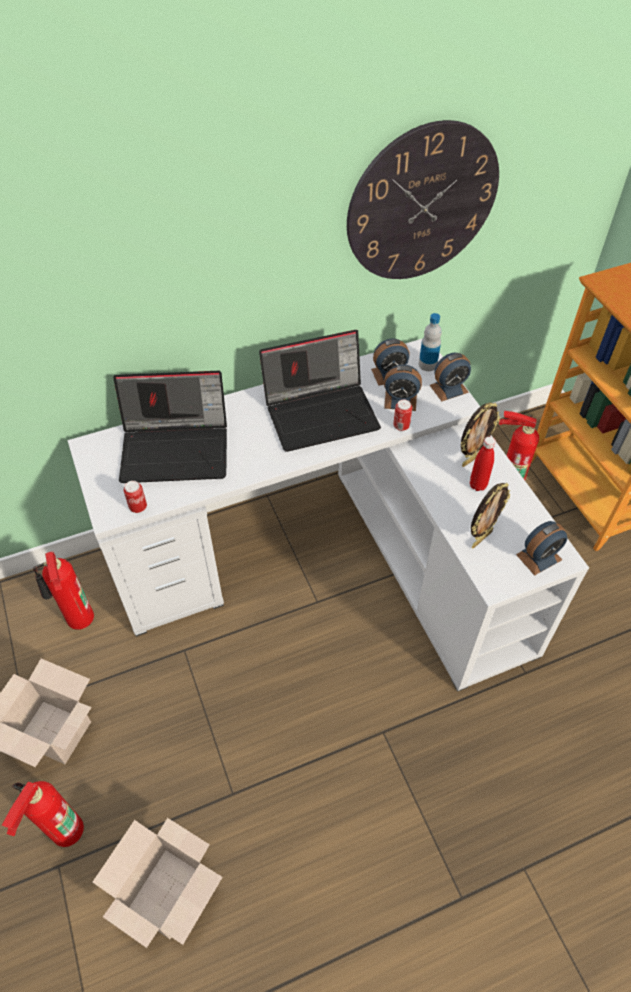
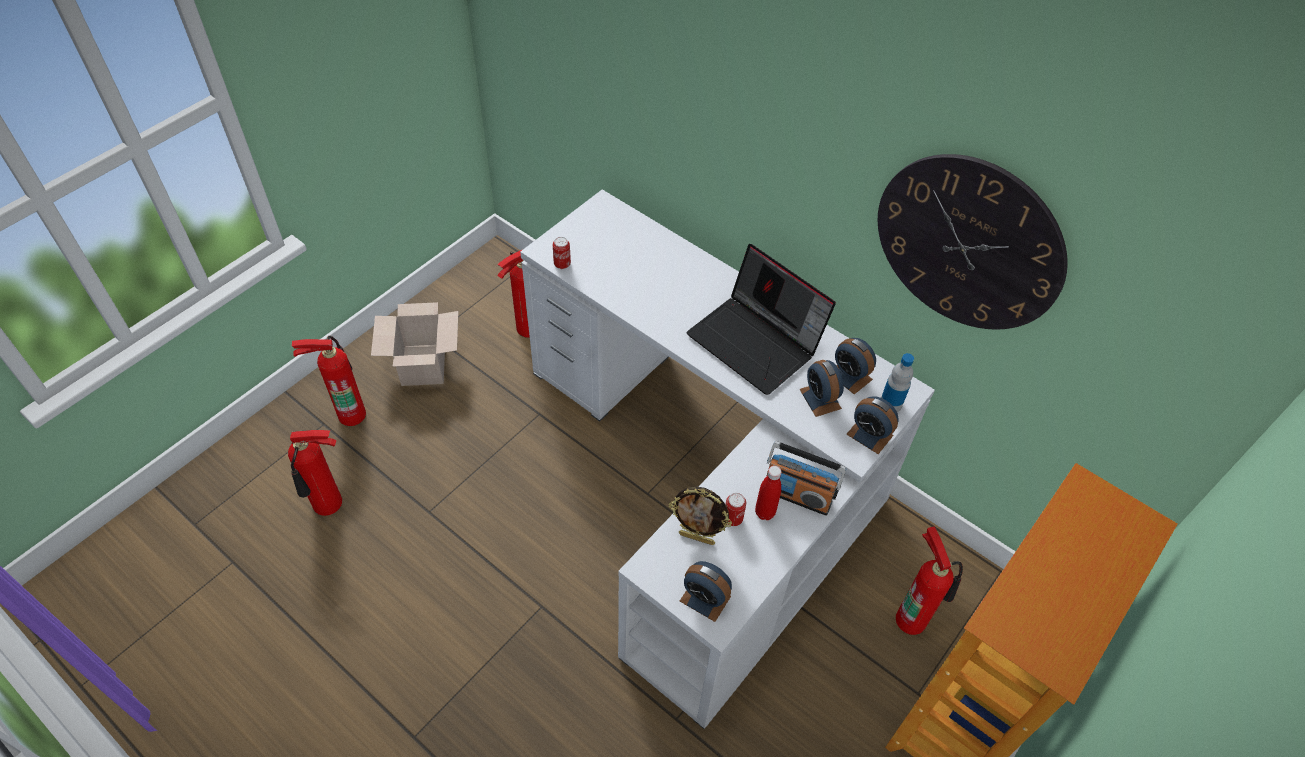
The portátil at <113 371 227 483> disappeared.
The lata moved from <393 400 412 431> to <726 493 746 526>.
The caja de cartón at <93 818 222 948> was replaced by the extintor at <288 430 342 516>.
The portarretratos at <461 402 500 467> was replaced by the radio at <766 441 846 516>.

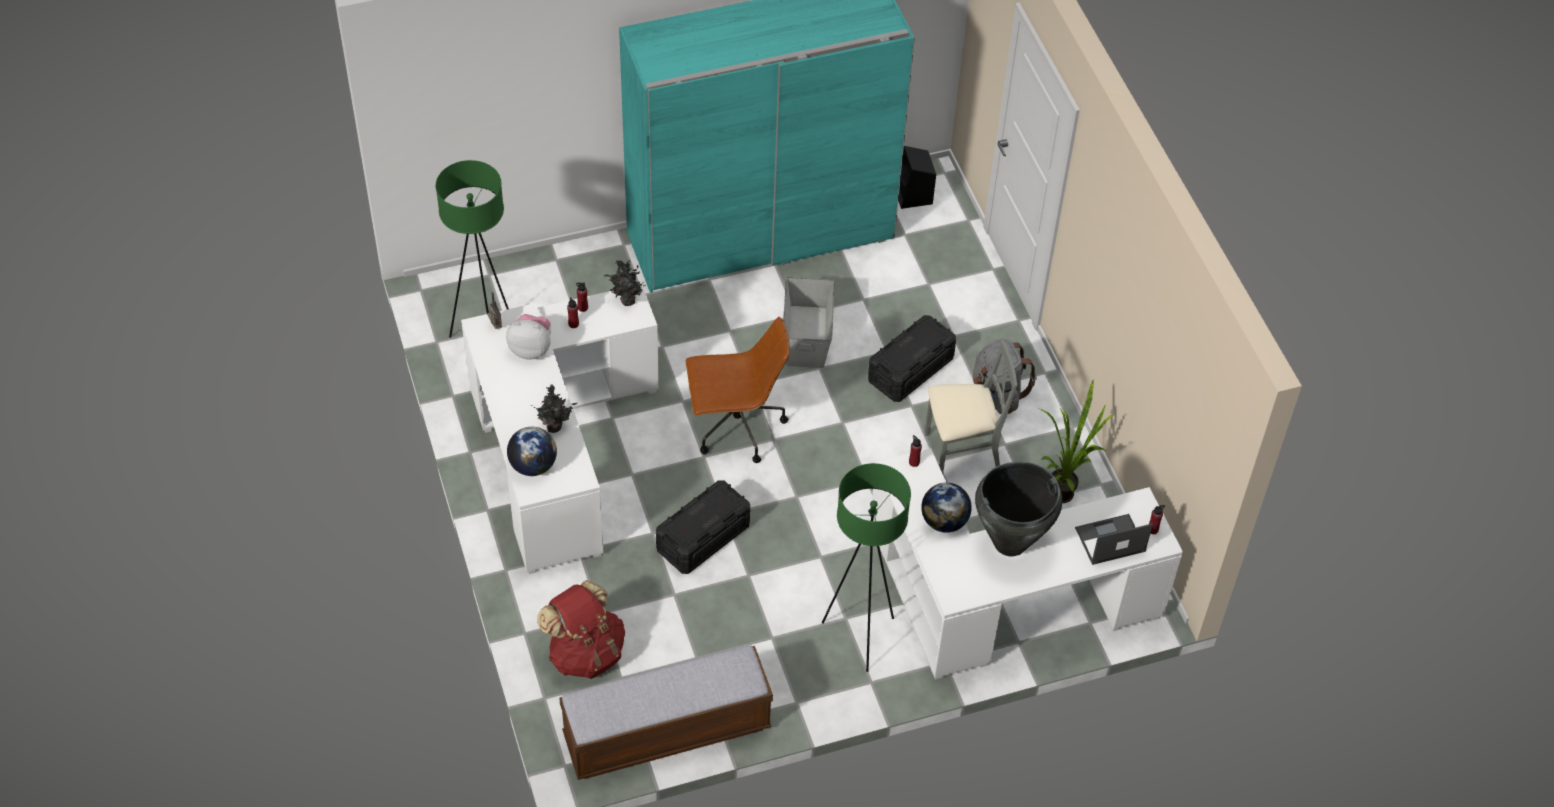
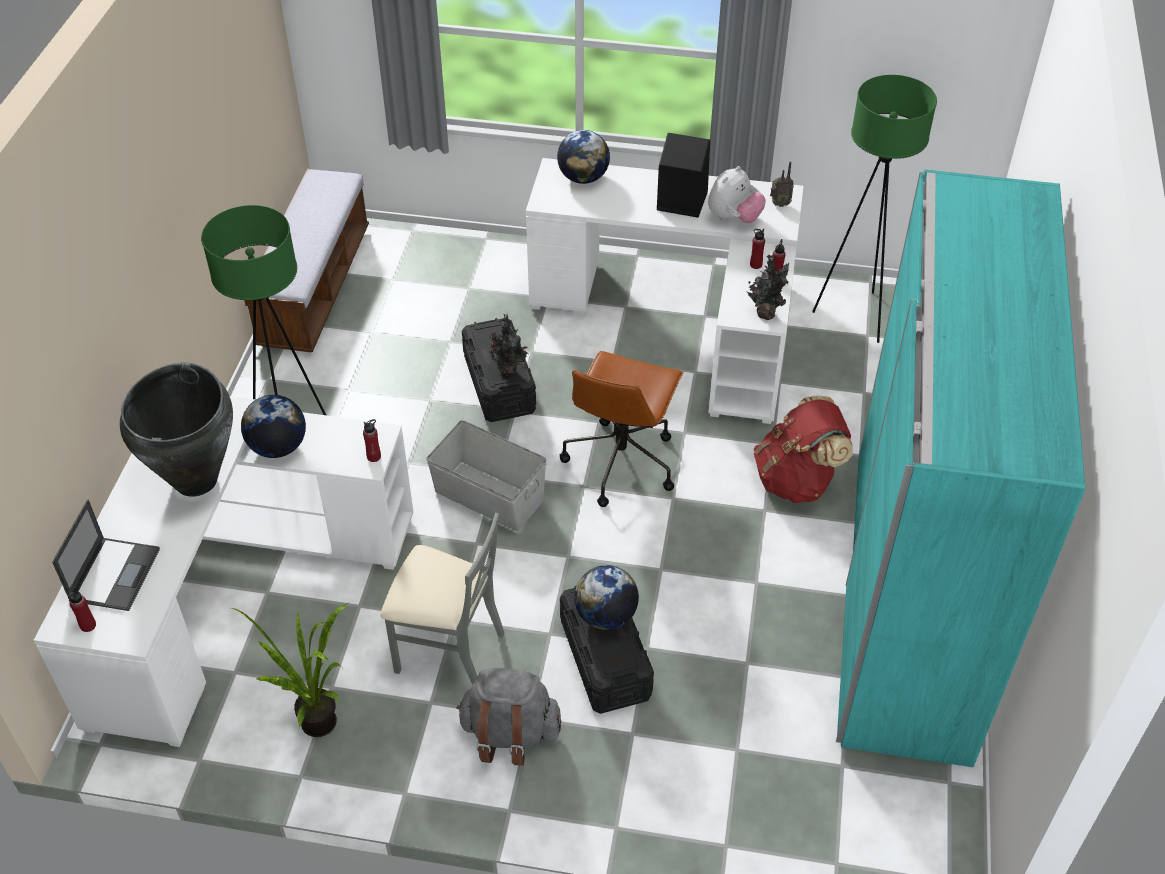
The globo terráqueo at <574 565 639 630> appeared.
The planta en maceta moved from <530 385 578 433> to <489 314 529 376>.
The mochila [rojo] moved from <537 580 625 679> to <754 396 853 503>.
The caja de almacenaje [gris] moved from <783 277 835 368> to <426 420 547 531>.
The altavoz [negro] moved from <898 146 936 209> to <657 133 710 218>.
The silla [gris] at <925 340 1017 474> turned 90 degrees counterclockwise.

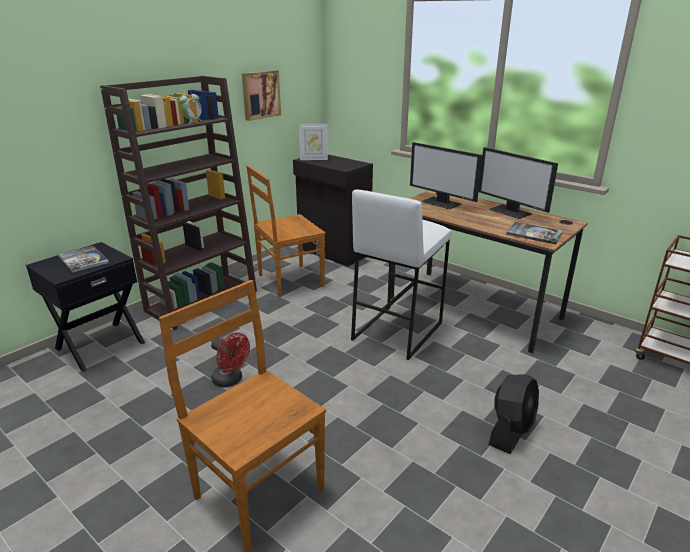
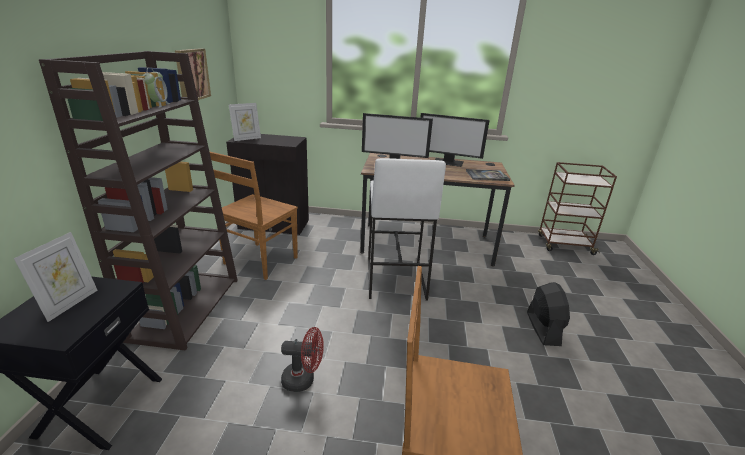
The libro at <57 246 109 273> was replaced by the portarretratos at <14 232 97 322>.

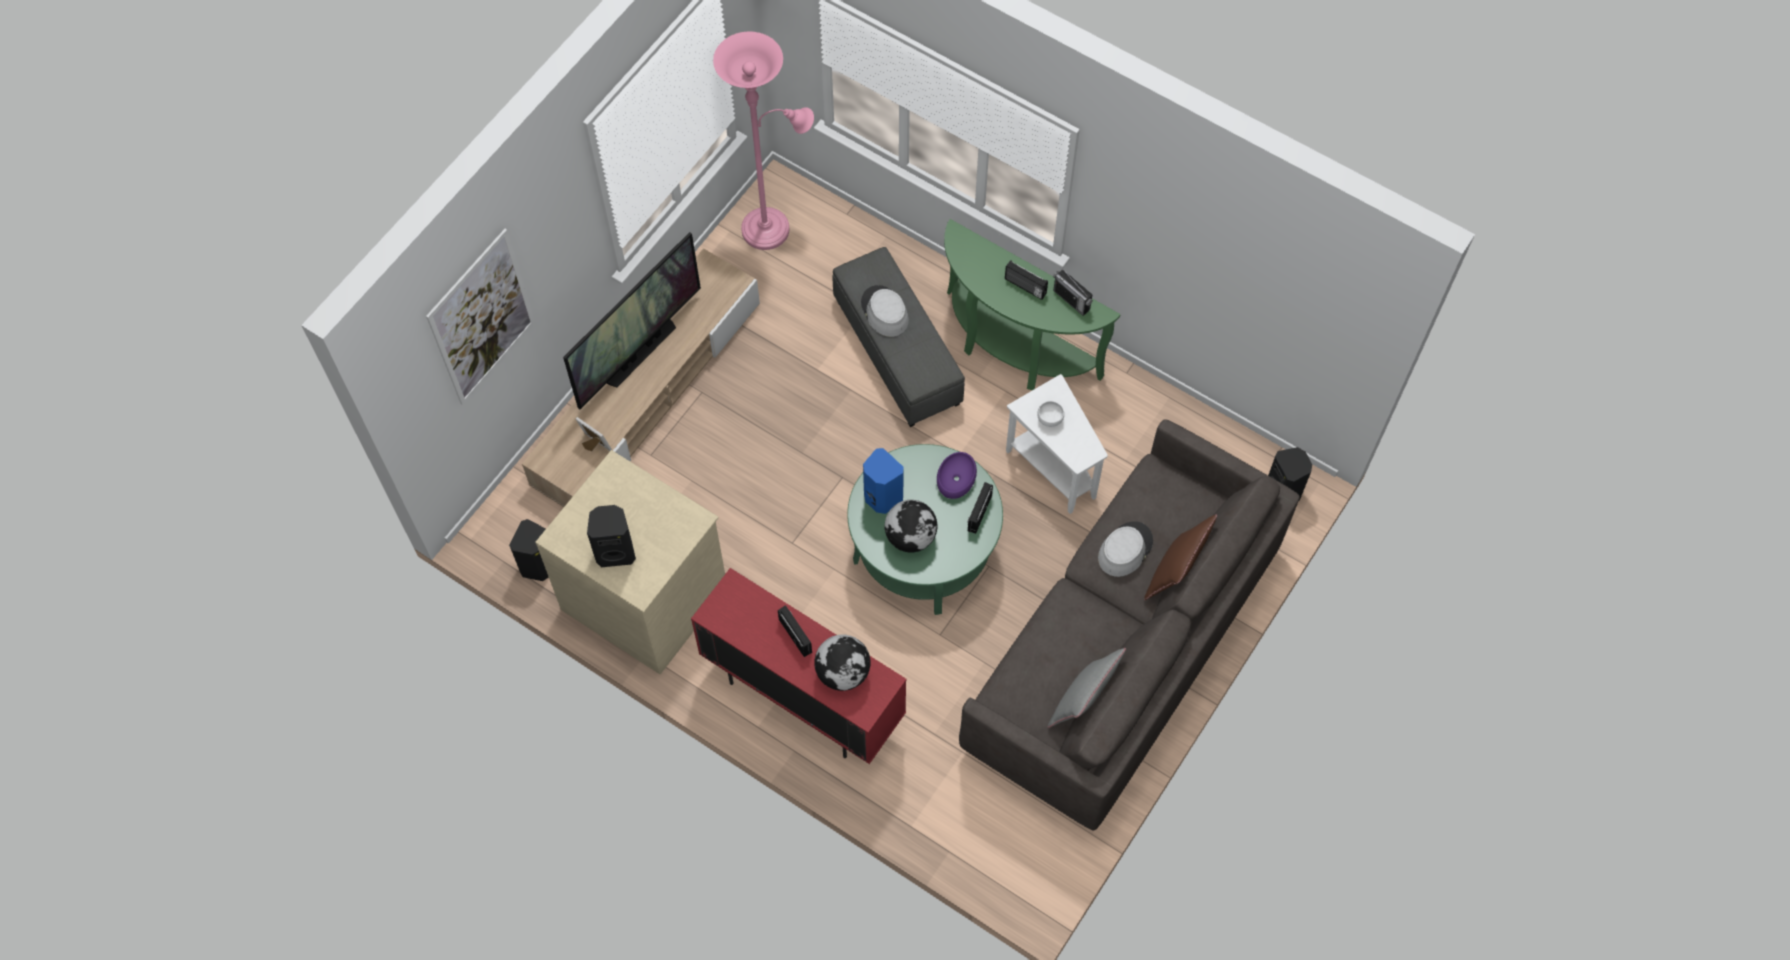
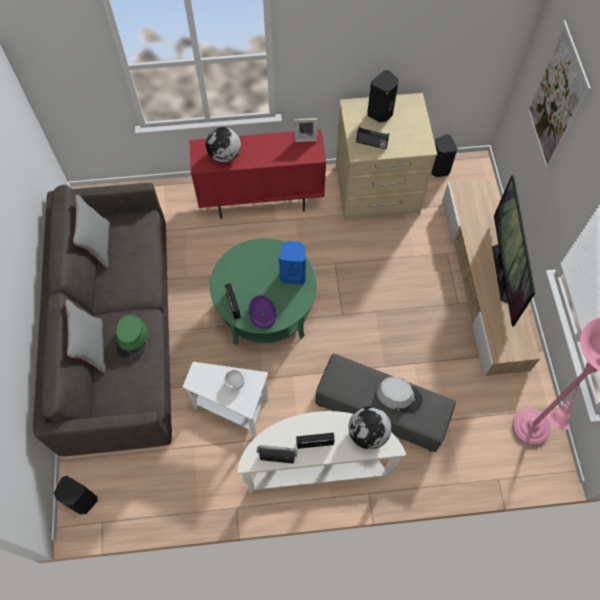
The portarretratos moved from <576 417 612 451> to <294 118 318 142>.
The radio moved from <778 605 812 657> to <356 127 389 149>.
The globo terráqueo moved from <884 500 938 552> to <349 406 391 450>.
The mesa consola [verde] at <944 219 1121 390> became the mesa consola [blanco] at <238 411 406 494>.
The sombrero [gris] at <1098 521 1153 577> became the sombrero [verde] at <116 314 148 360>.
The cojín [marrón] at <1144 514 1217 601> became the cojín [gris] at <65 299 106 373>.

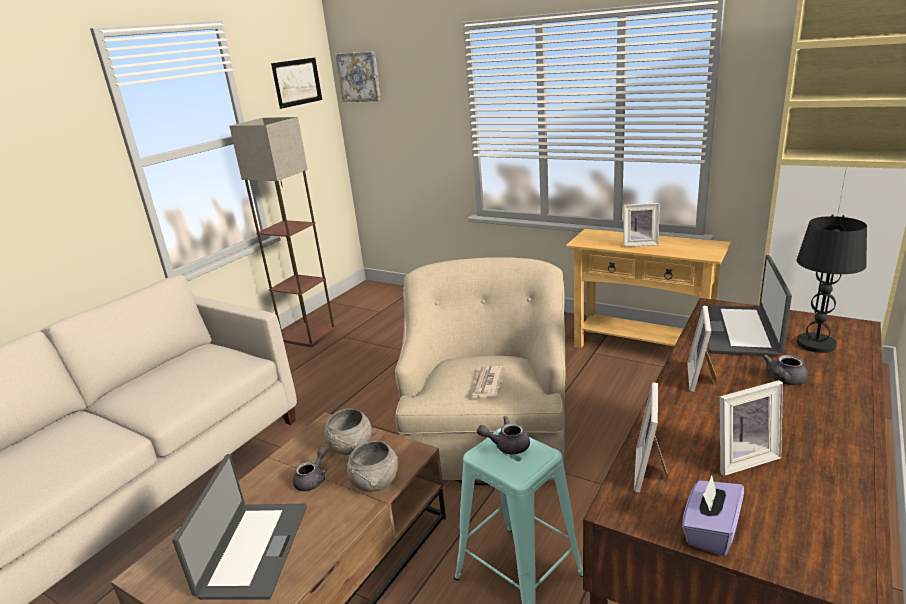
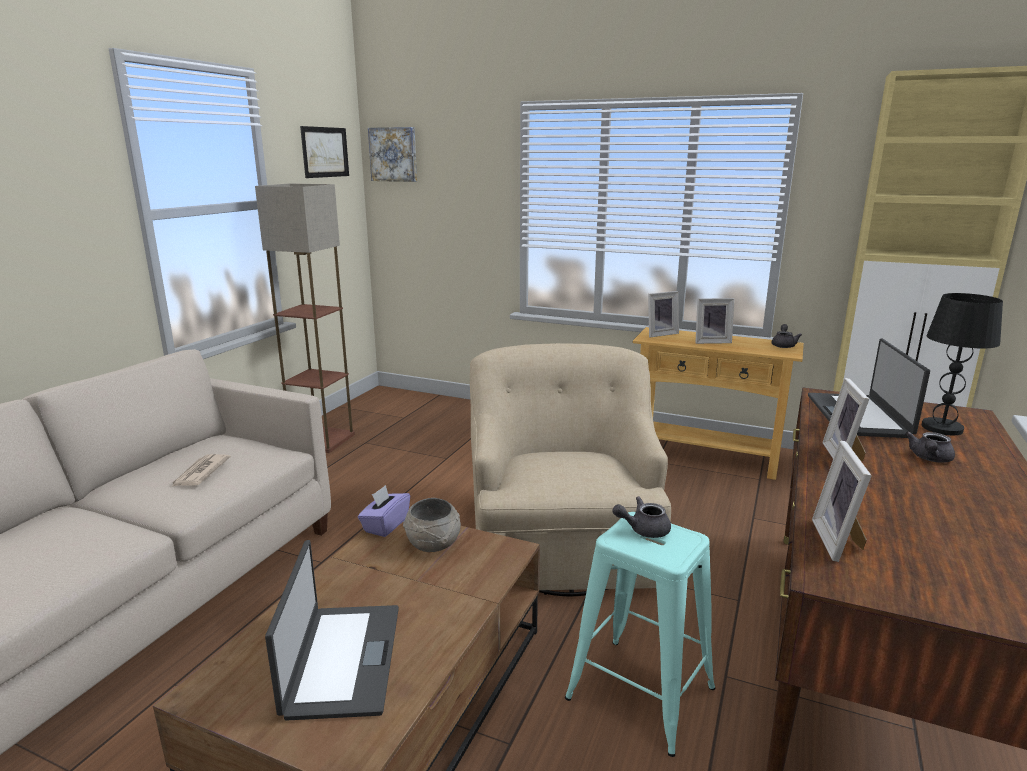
The cuenco [gris] at <347 441 398 492> disappeared.
The tetera [gris] moved from <293 446 327 491> to <771 324 802 348>.
The periódico moved from <471 366 505 398> to <172 454 231 487>.
The caja de pañuelos [morado] moved from <682 476 744 556> to <358 485 410 537>.
The portarretratos moved from <720 380 783 476> to <648 291 679 337>.

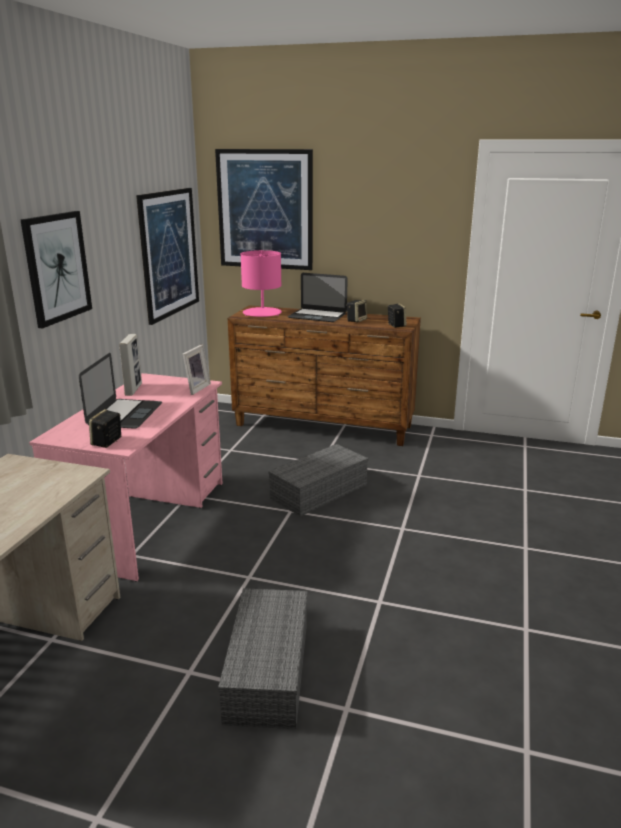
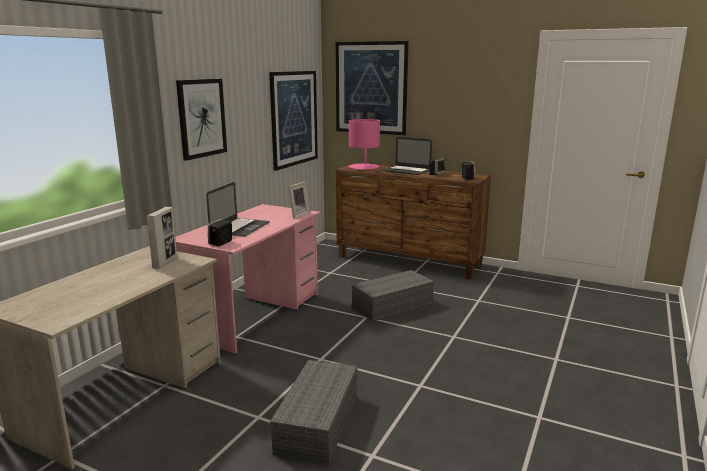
The portarretratos moved from <119 334 142 396> to <146 207 177 269>.

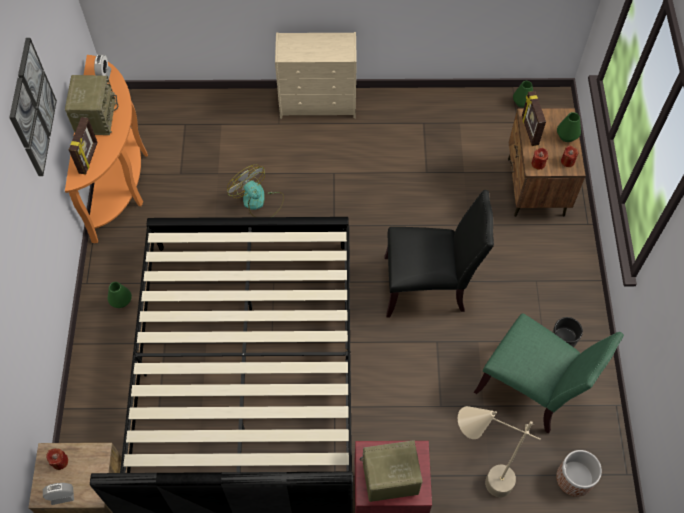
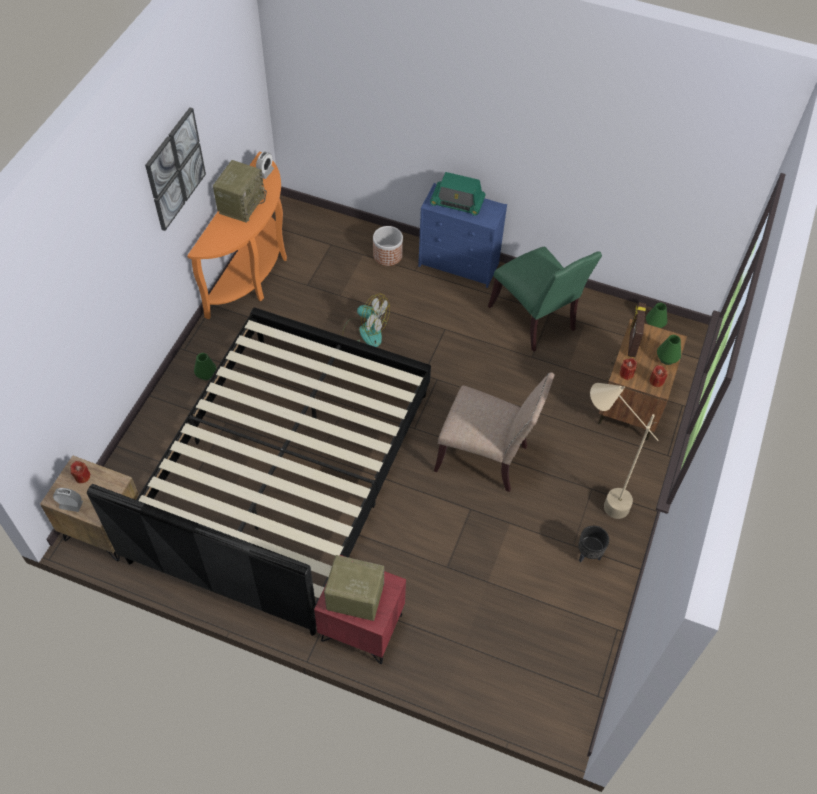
The portarretratos at <69 117 98 175> disappeared.
The radio at <430 172 486 216> appeared.
The lámpara de pie [beis] moved from <458 406 541 497> to <590 383 659 519>.
The silla [verde] moved from <474 313 624 434> to <488 246 602 352>.
The maceta moved from <556 450 602 497> to <373 226 403 266>.
The cómoda [beis] at <275 32 357 119> became the cómoda [azul] at <418 183 507 288>.
The silla [negro] at <384 190 494 318> became the silla [beis] at <434 372 555 492>.
The ventilador at <227 164 284 217> turned 135 degrees clockwise.

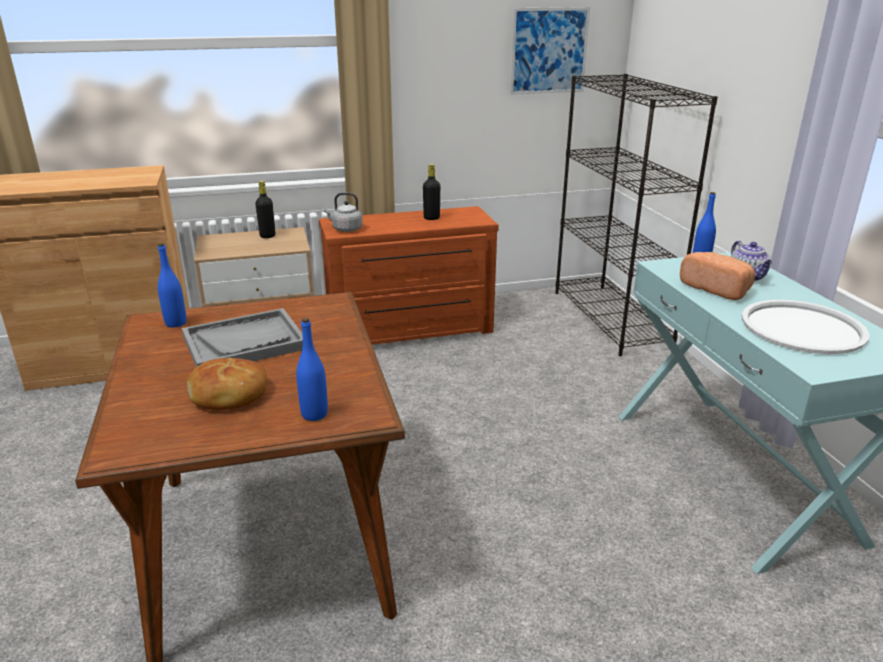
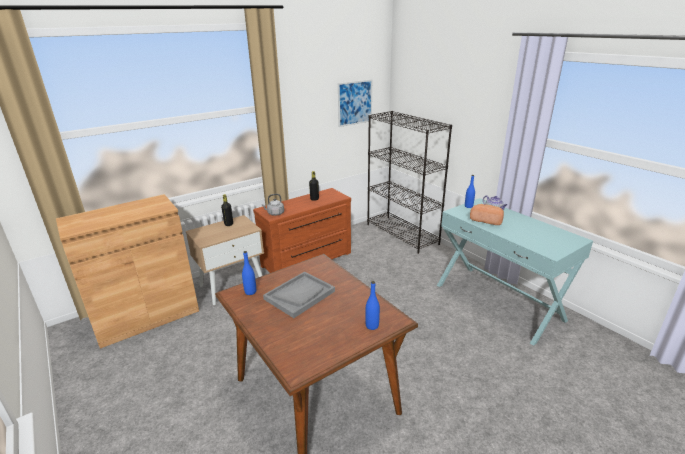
The pan at <187 358 267 410> disappeared.
The bandeja [blanco] at <742 300 870 354> disappeared.

